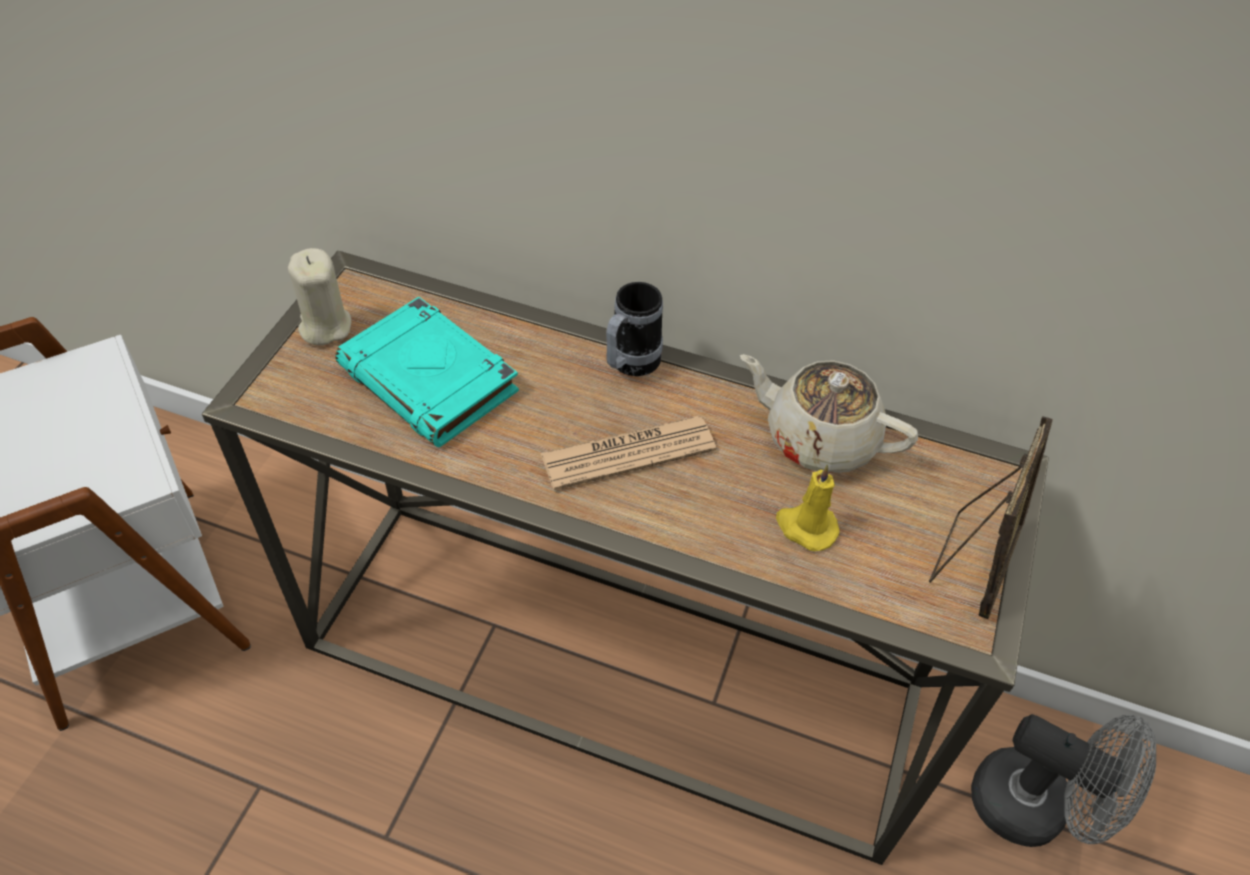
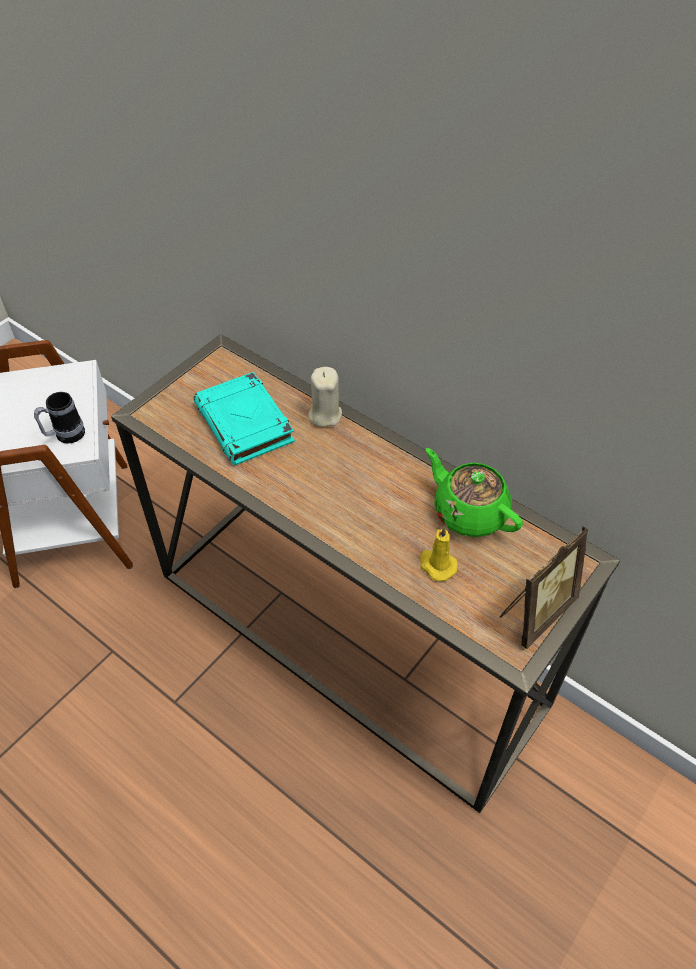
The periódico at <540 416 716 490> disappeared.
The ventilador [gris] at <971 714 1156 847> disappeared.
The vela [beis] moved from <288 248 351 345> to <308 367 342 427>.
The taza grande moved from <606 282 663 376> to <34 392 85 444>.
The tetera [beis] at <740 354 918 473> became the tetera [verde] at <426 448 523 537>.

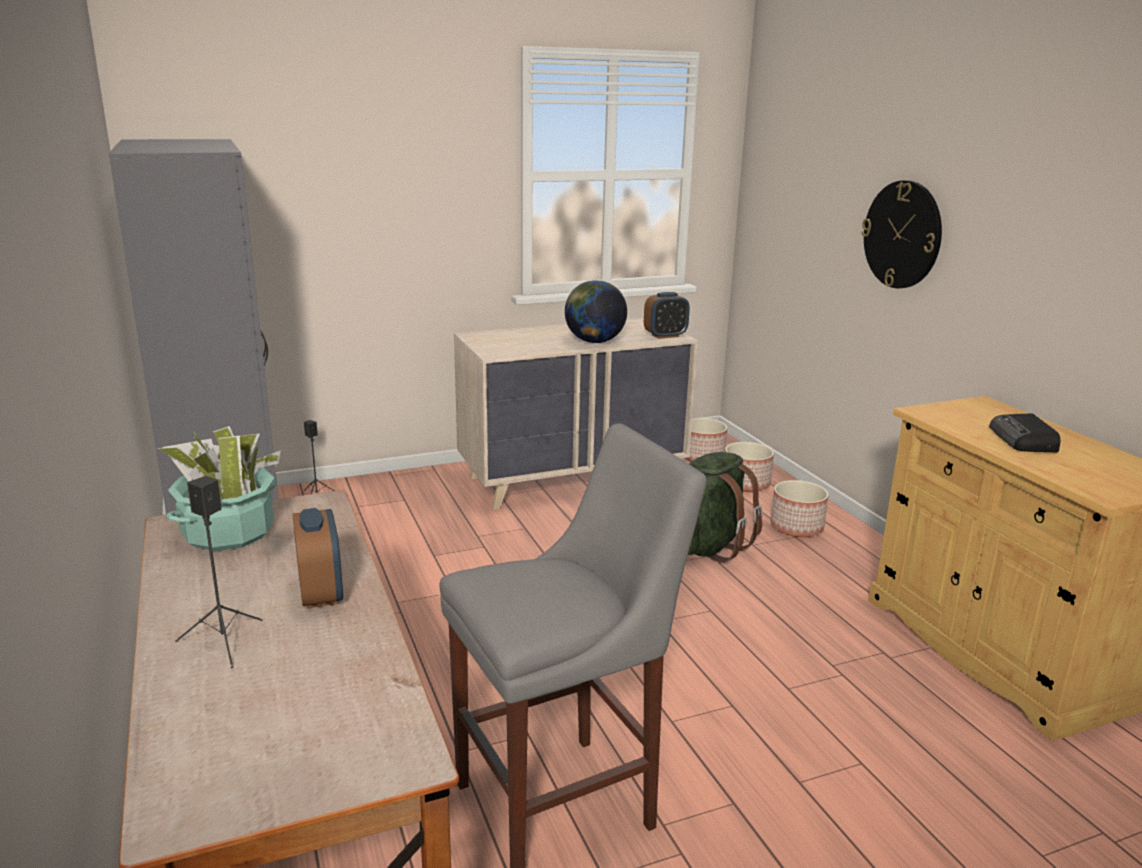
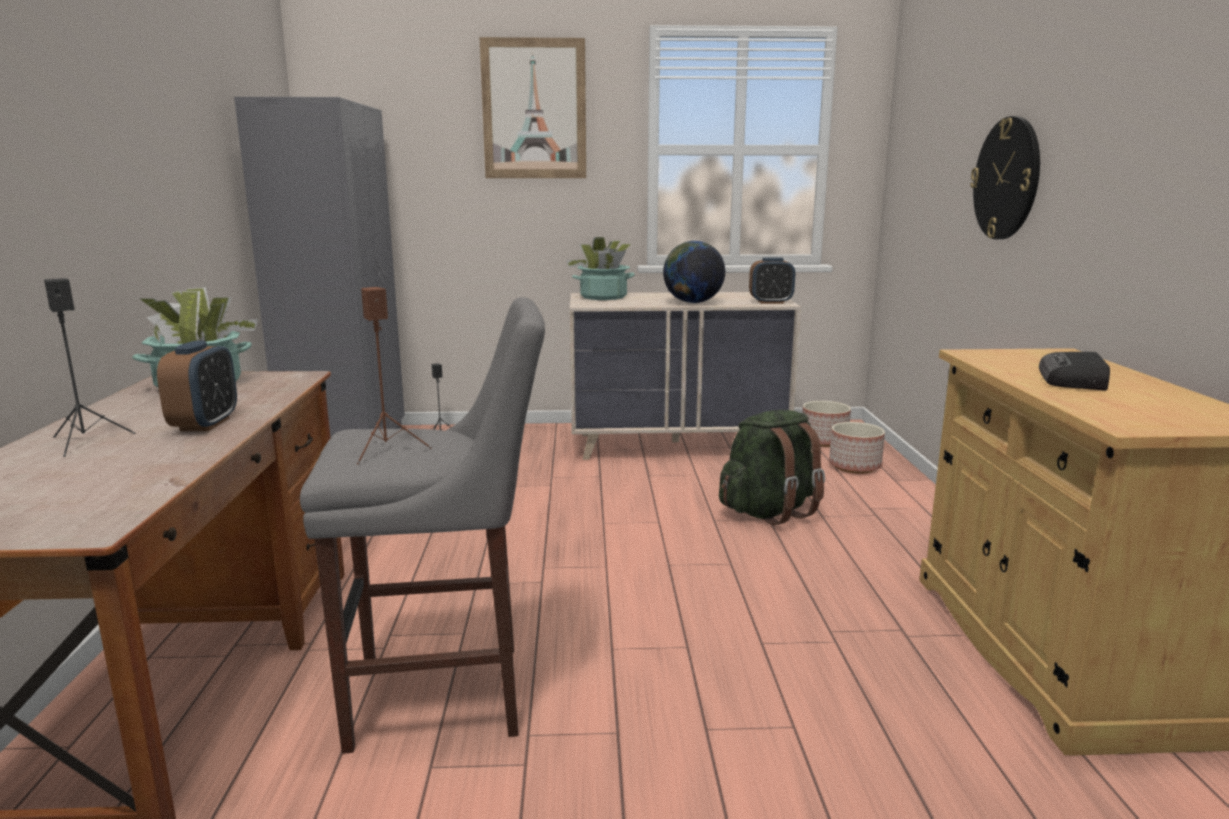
The maceta at <771 480 829 537> disappeared.
The altavoz [marrón] at <357 287 432 464> appeared.
The cuadro at <479 37 586 178> appeared.
The planta en maceta at <566 237 635 300> appeared.

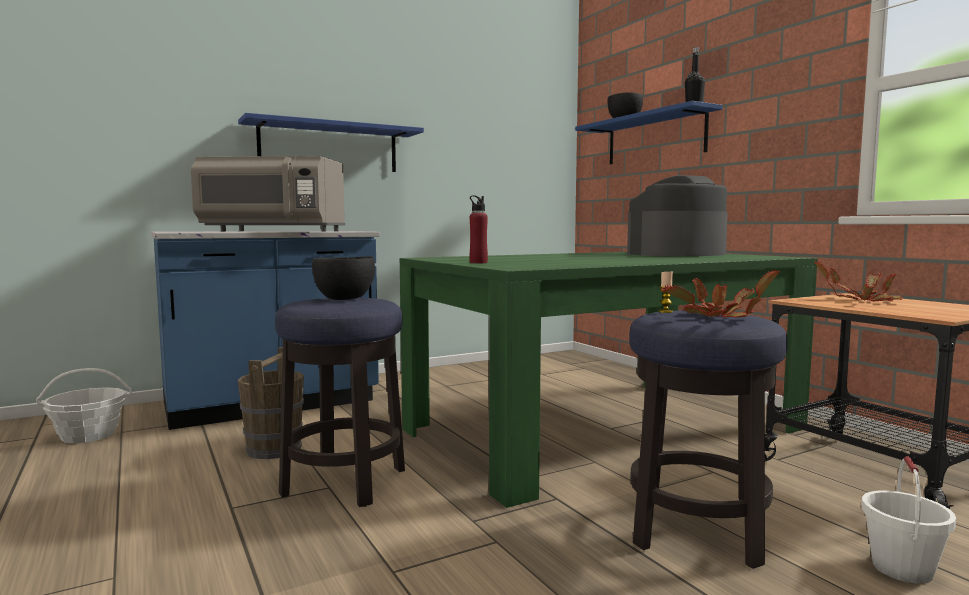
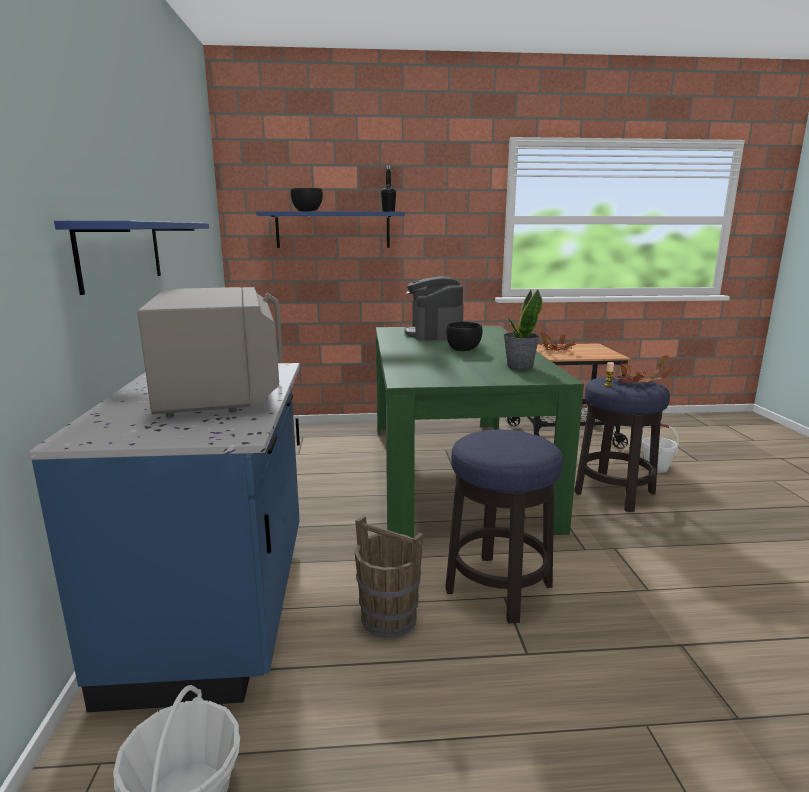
The botella [rojo] at <470 195 488 263> disappeared.
The planta en maceta at <503 290 543 370> appeared.
The cuenco [negro] moved from <312 256 375 300> to <446 322 482 351>.
The microondas [gris] at <191 156 345 232> turned 45 degrees counterclockwise.

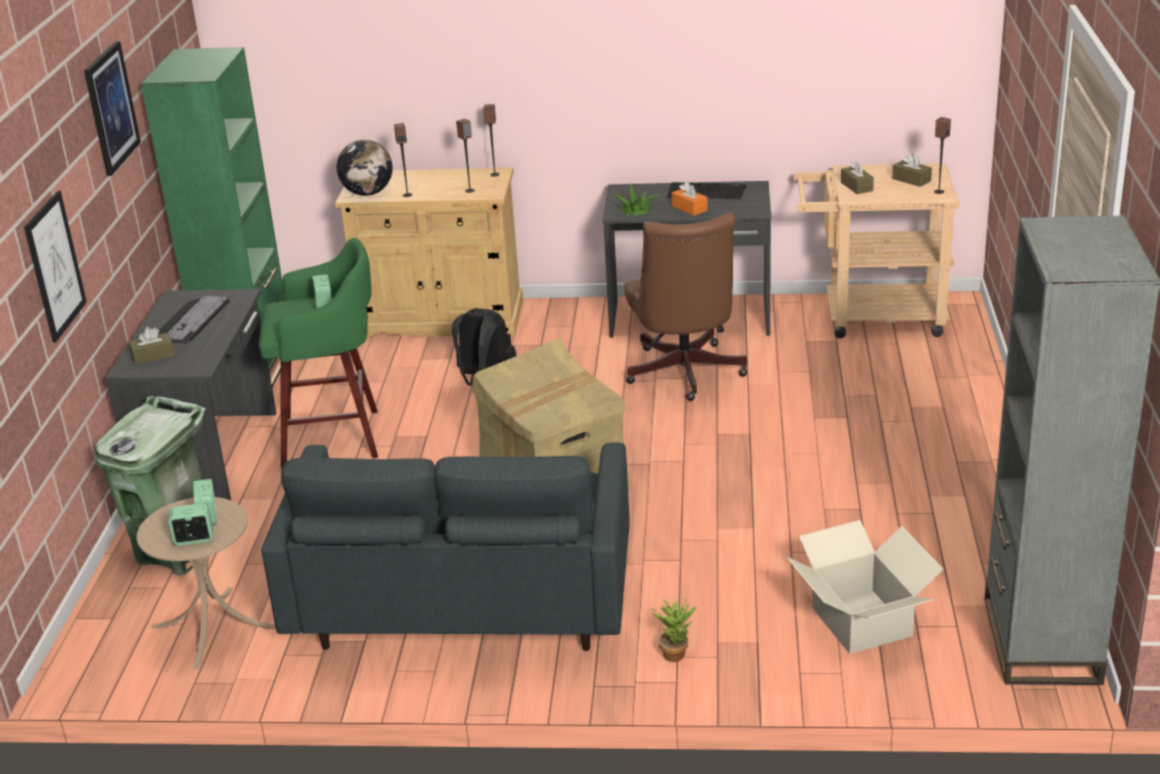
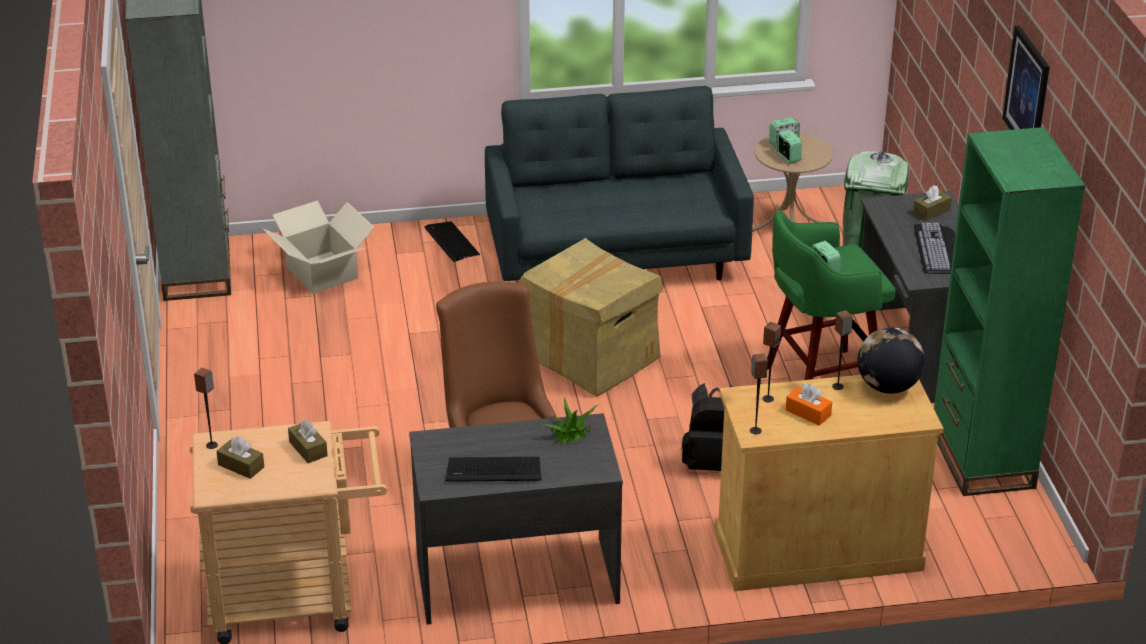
The cuadro at <24 191 87 343> disappeared.
The caja de pañuelos [naranja] moved from <672 181 708 216> to <786 384 832 426>.
The planta en maceta at <651 599 697 662> was replaced by the teclado at <425 221 480 262>.

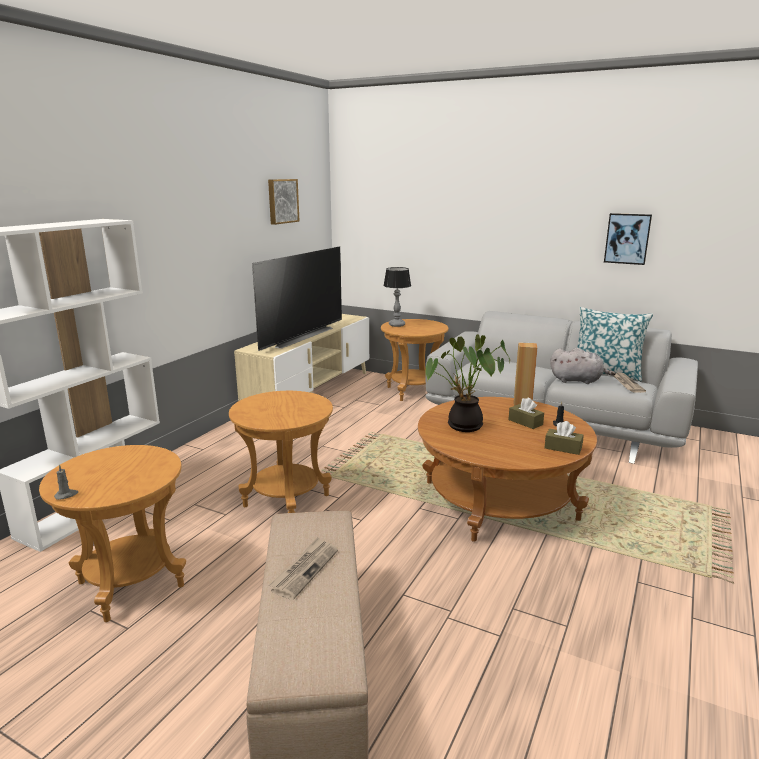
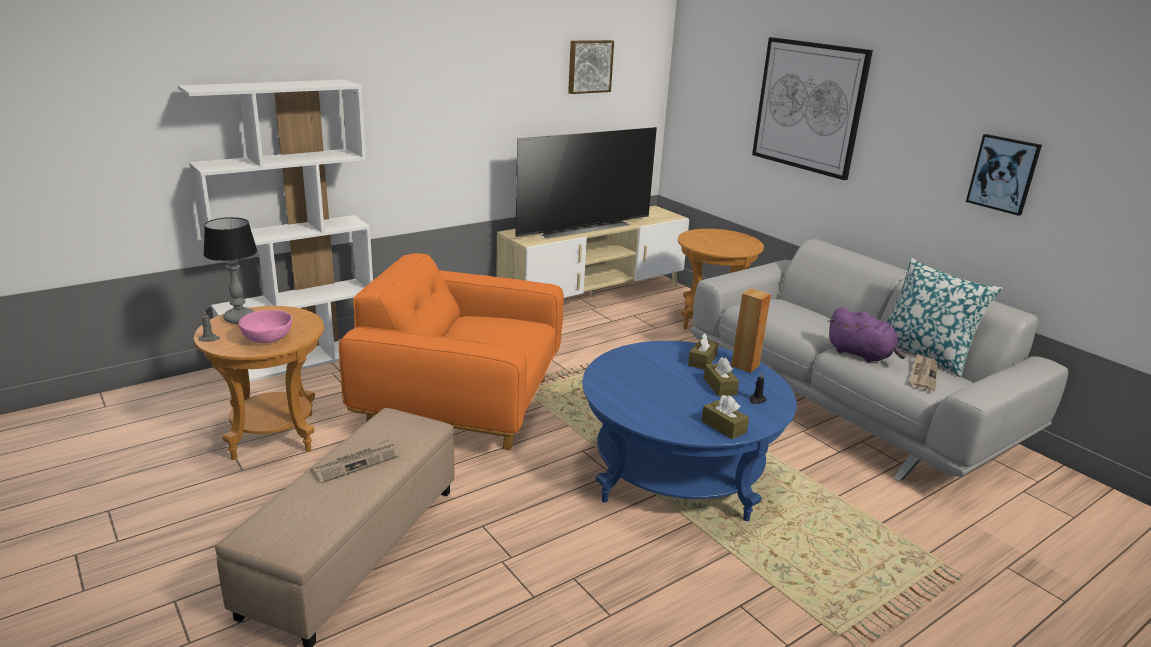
The planta en maceta at <425 334 510 432> disappeared.
The cuenco [rosa] at <239 310 292 343> appeared.
The caja de pañuelos [marrón] at <688 333 718 370> appeared.
The cuadro at <752 37 873 180> appeared.
The lámpara de mesa moved from <383 267 411 327> to <203 217 258 324>.
The mesa auxiliar [marrón] at <229 391 333 513> was replaced by the sillón [naranja] at <339 253 564 450>.
The mesa de centro [marrón] at <418 397 597 542> became the mesa de centro [azul] at <582 341 796 521>.
The peluche [gris] at <550 348 616 384> became the peluche [morado] at <828 307 905 362>.

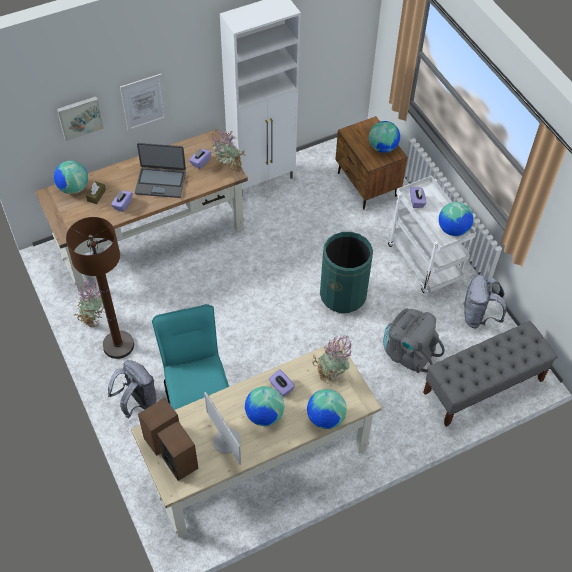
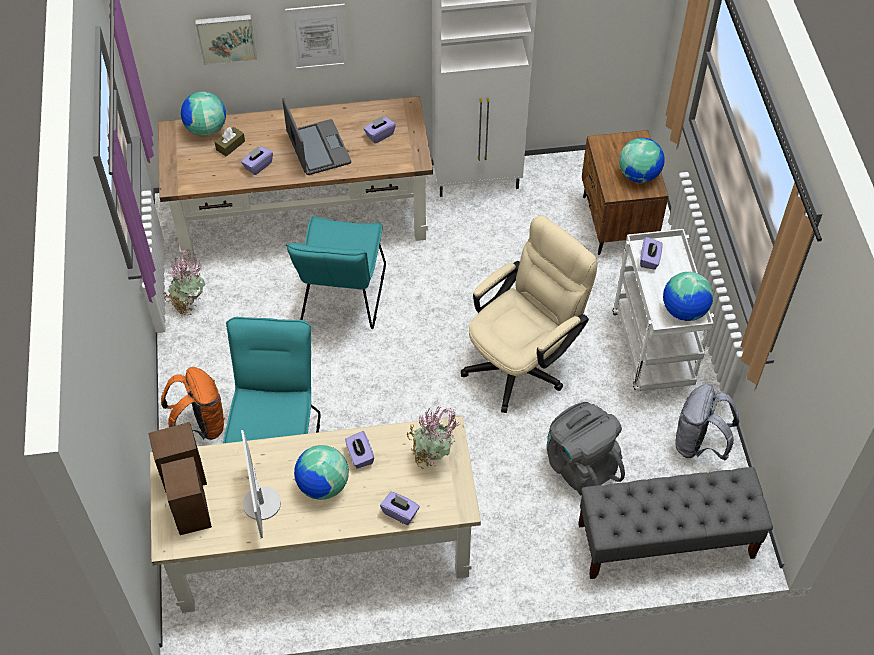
The lámpara de pie [marrón] at <66 217 134 359> disappeared.
The planta en maceta at <211 129 246 174> disappeared.
The silla [turquesa] at <286 216 386 329> appeared.
The globo terráqueo at <307 389 347 429> was replaced by the caja de pañuelos [morado] at <380 492 420 525>.
The papelera [verde] at <320 232 373 313> was replaced by the silla de oficina [beis] at <461 215 598 413>.
The mochila [gris] at <108 360 156 418> became the mochila [naranja] at <161 367 225 440>.
The portátil at <135 143 186 198> turned 135 degrees counterclockwise.

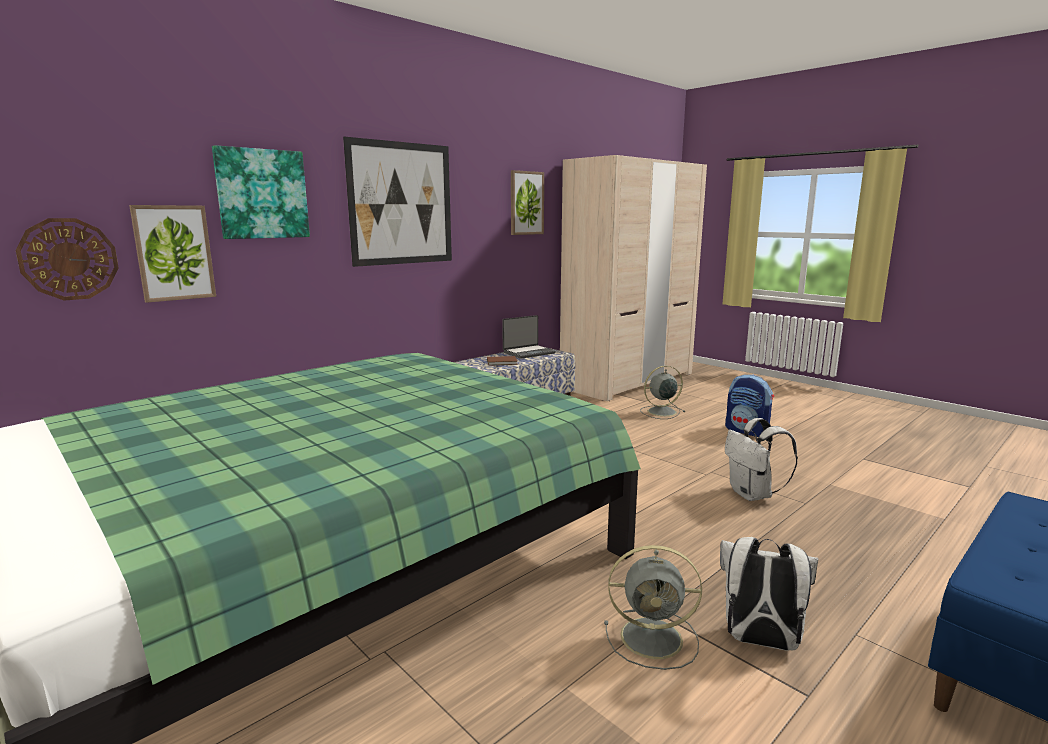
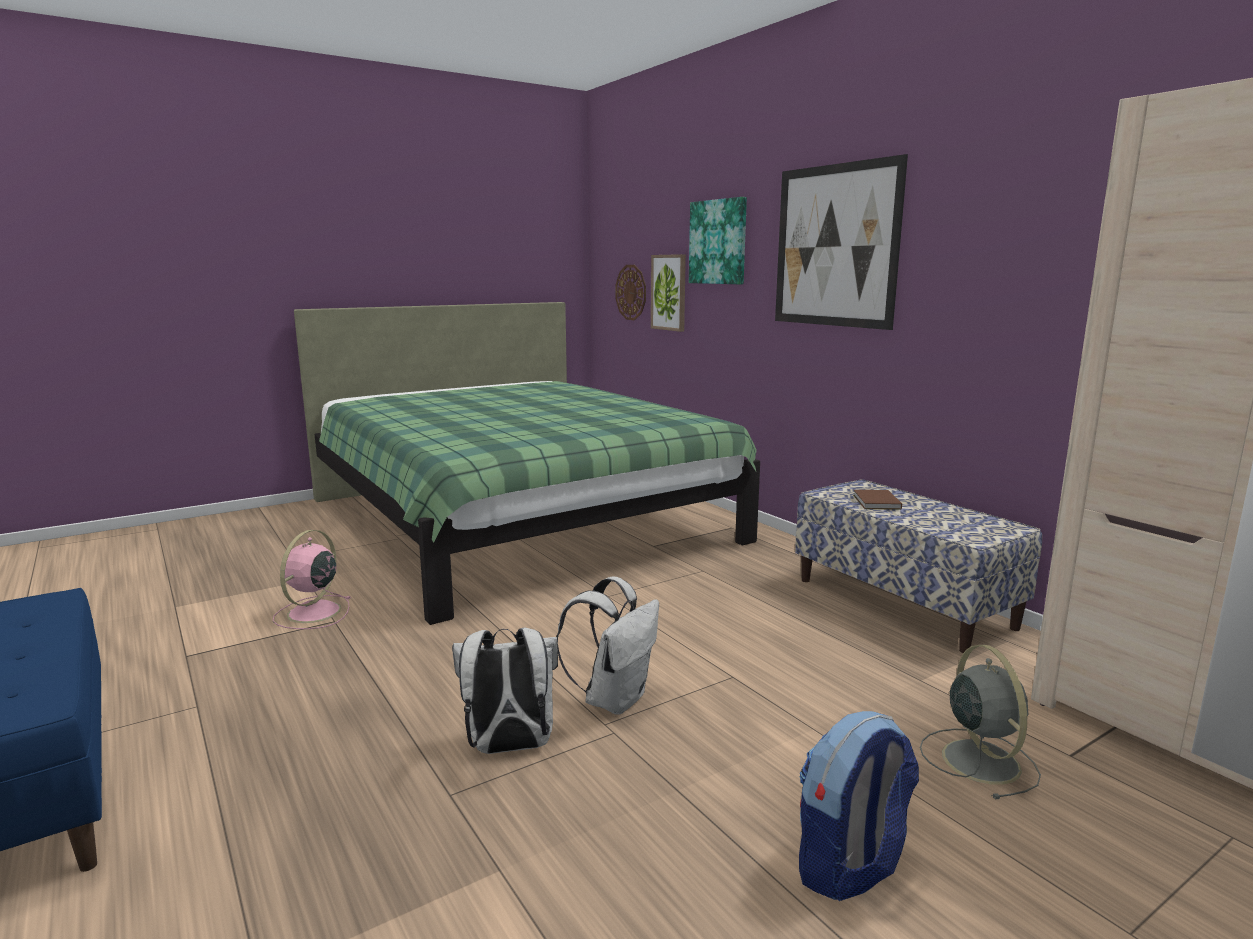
The portátil at <502 315 556 359> disappeared.
The cuadro at <511 170 544 235> disappeared.
The mochila [blanco] moved from <720 537 818 651> to <556 577 659 715>.
The ventilador [gris] at <604 545 702 670> became the ventilador [rosa] at <273 530 352 629>.

